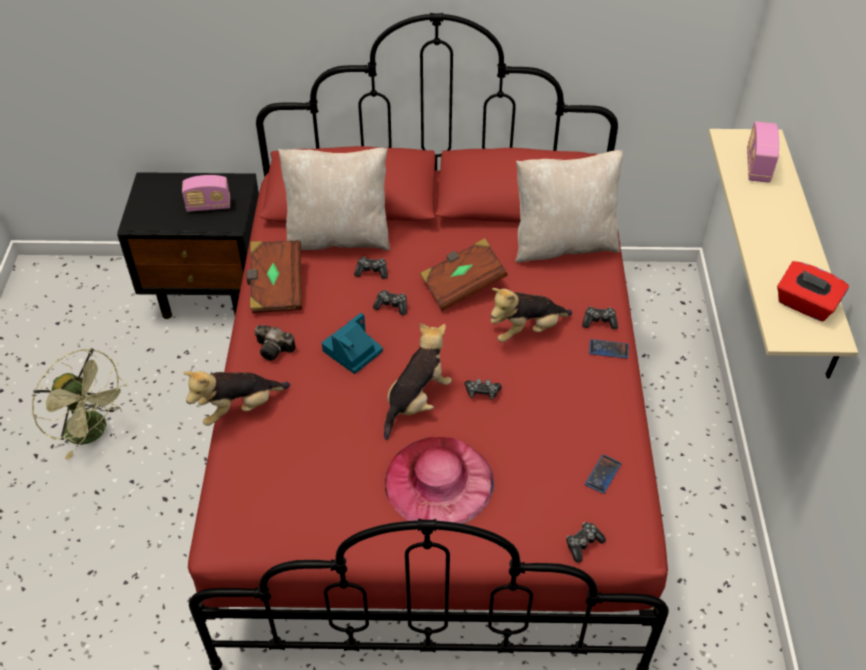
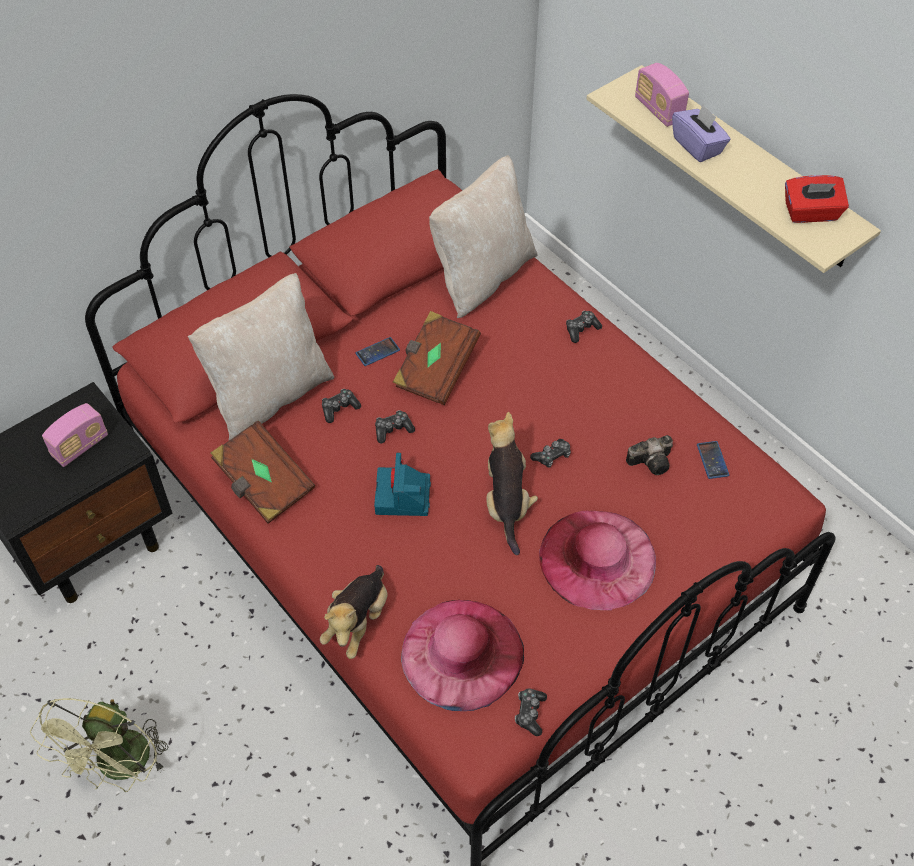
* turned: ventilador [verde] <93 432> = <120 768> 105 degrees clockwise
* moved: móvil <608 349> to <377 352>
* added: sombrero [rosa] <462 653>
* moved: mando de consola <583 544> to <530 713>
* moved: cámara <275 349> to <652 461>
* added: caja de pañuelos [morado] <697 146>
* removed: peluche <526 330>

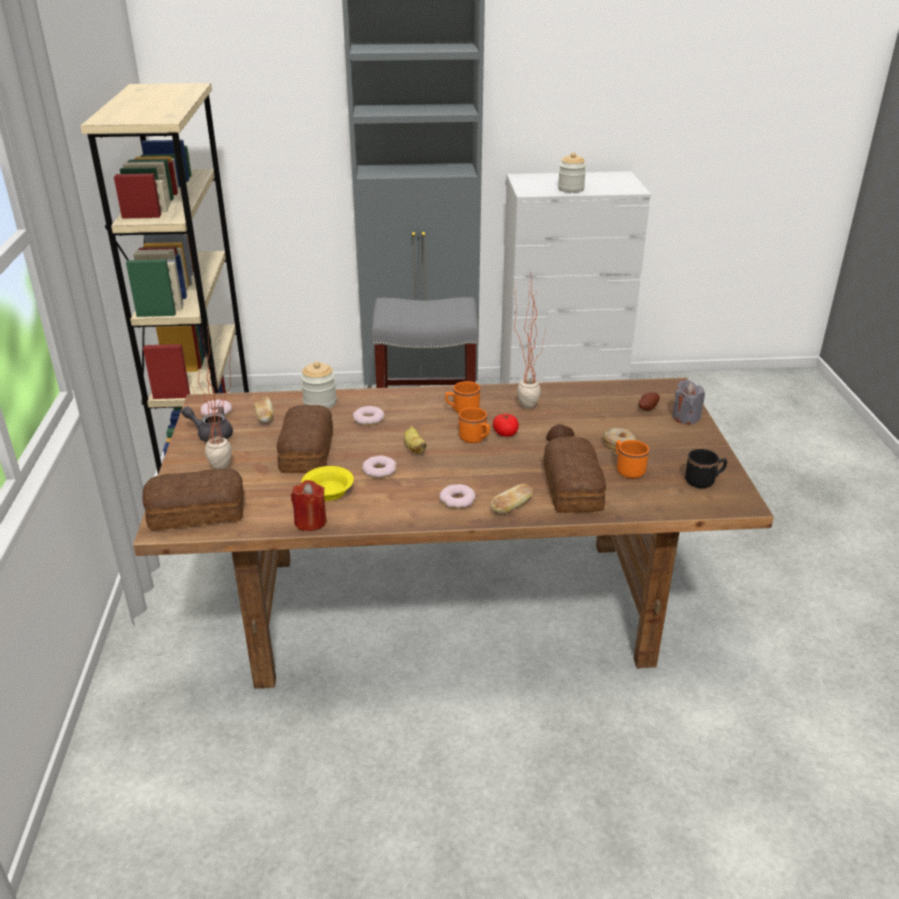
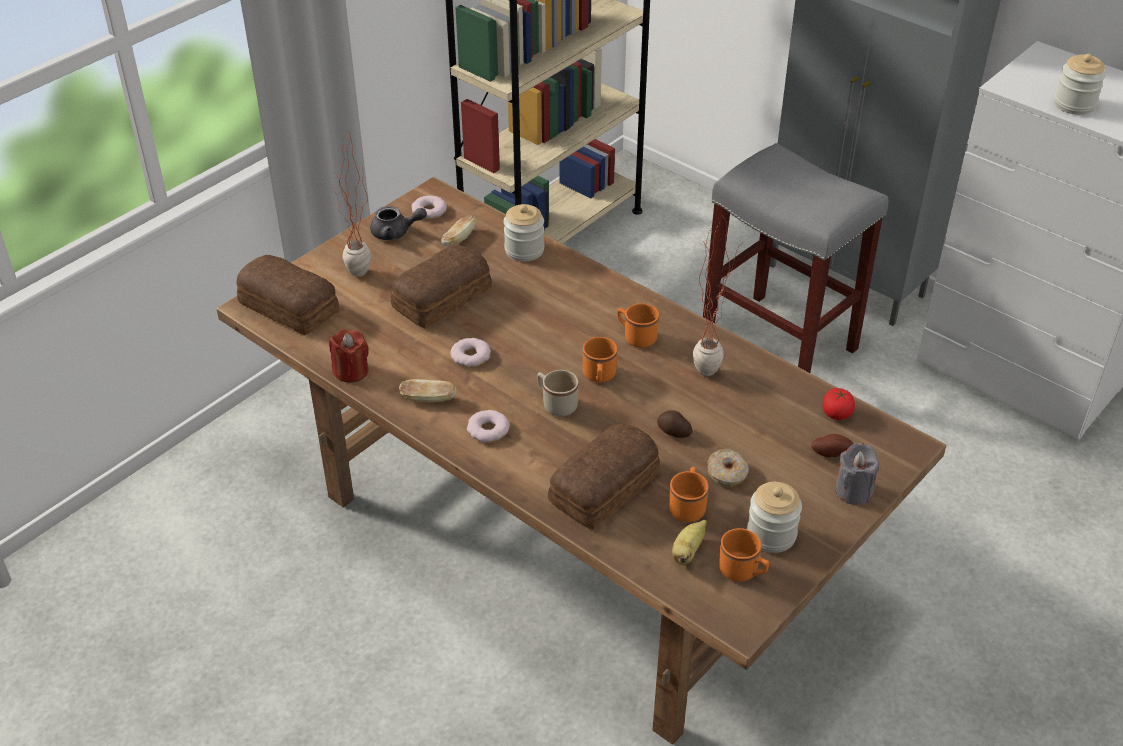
* turned: tetera [gris] <211 434> = <396 233> 120 degrees clockwise
* moved: pan <511 507> to <428 399>
* added: taza grande [beis] <556 404>
* moved: plátano <414 448> to <688 551>
* recoloured: taza grande [negro] <704 481> to taza grande [naranja] <743 572>
* added: tarro <771 535>
* moved: tomate <505 433> to <837 413>
* removed: cuenco [amarillo] <327 492>
* removed: rosquilla <368 419>

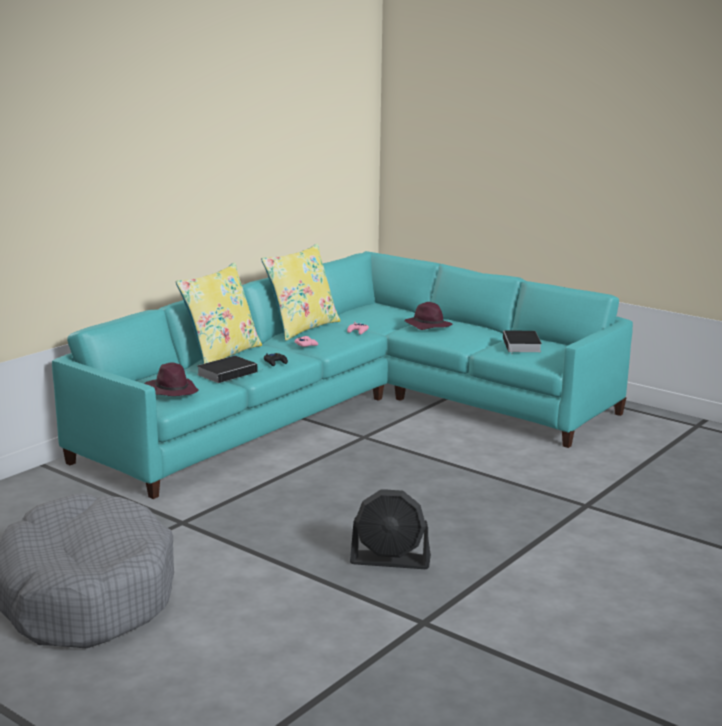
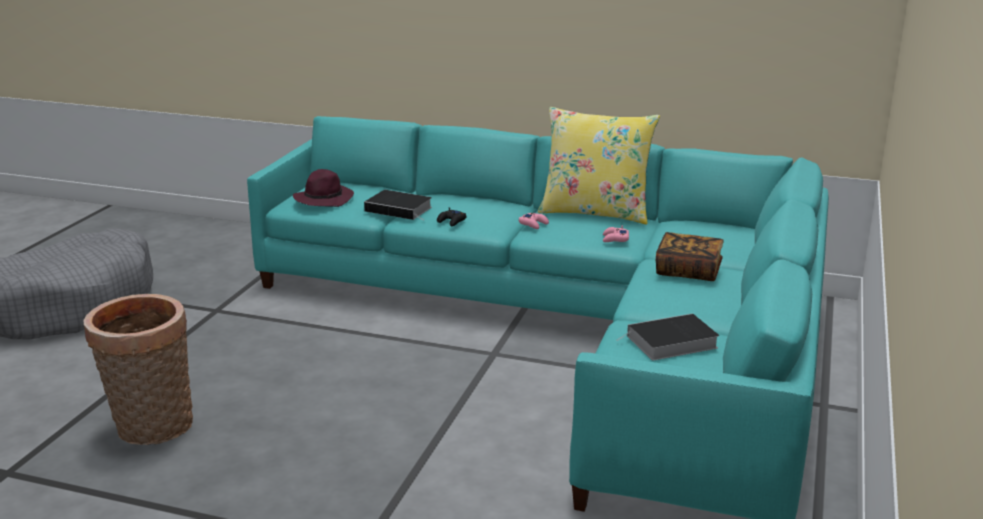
* replaced: ventilador [negro] <390 560> to cesta <152 429>
* replaced: sombrero [morado] <427 326> to libro <688 271>
* removed: cojín [amarillo] <221 355>

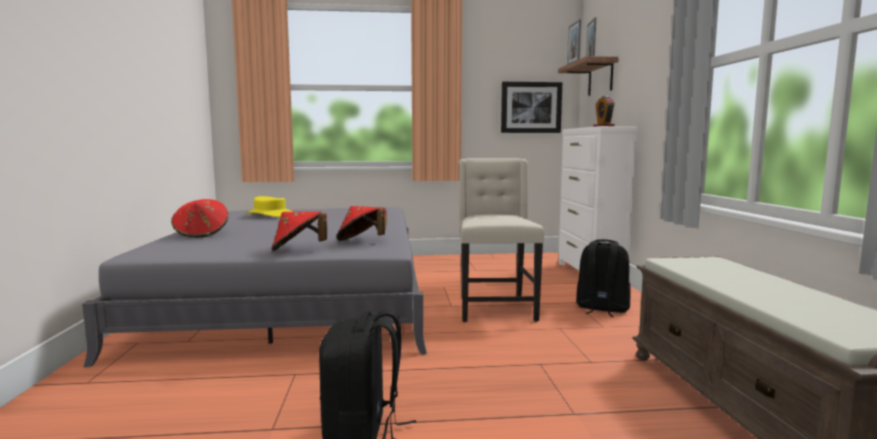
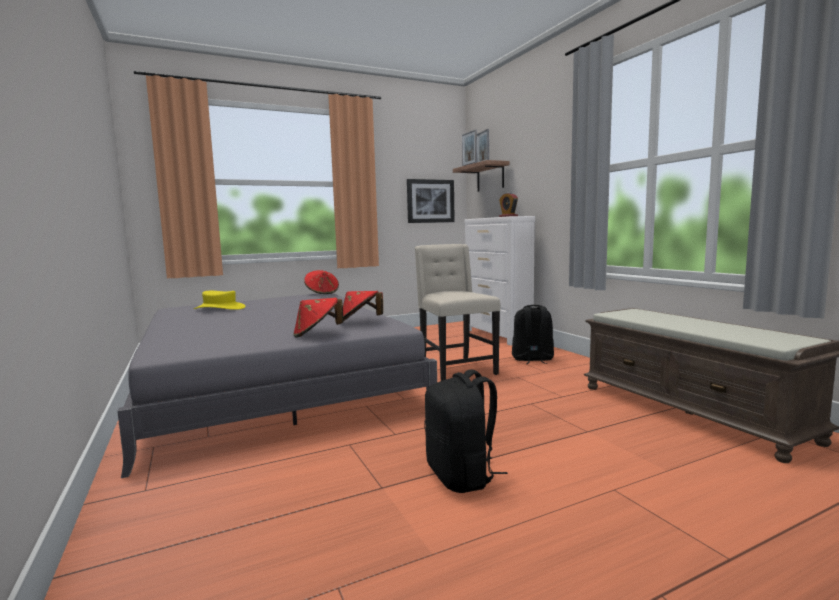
* moved: sombrero [rojo] <202 234> to <322 292>

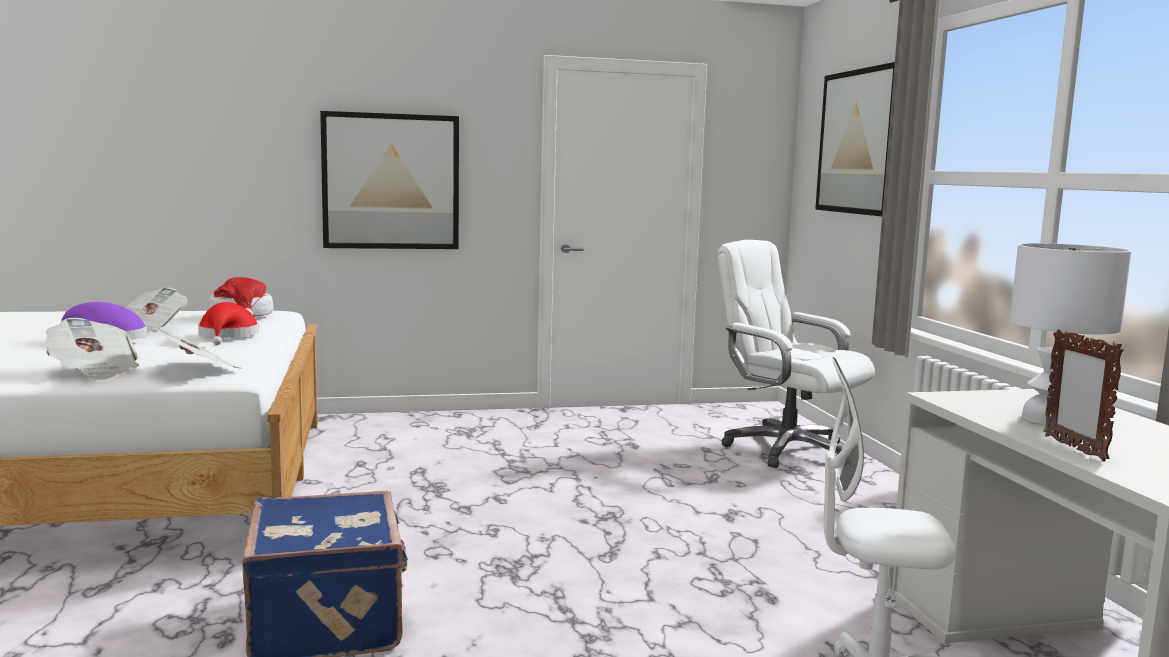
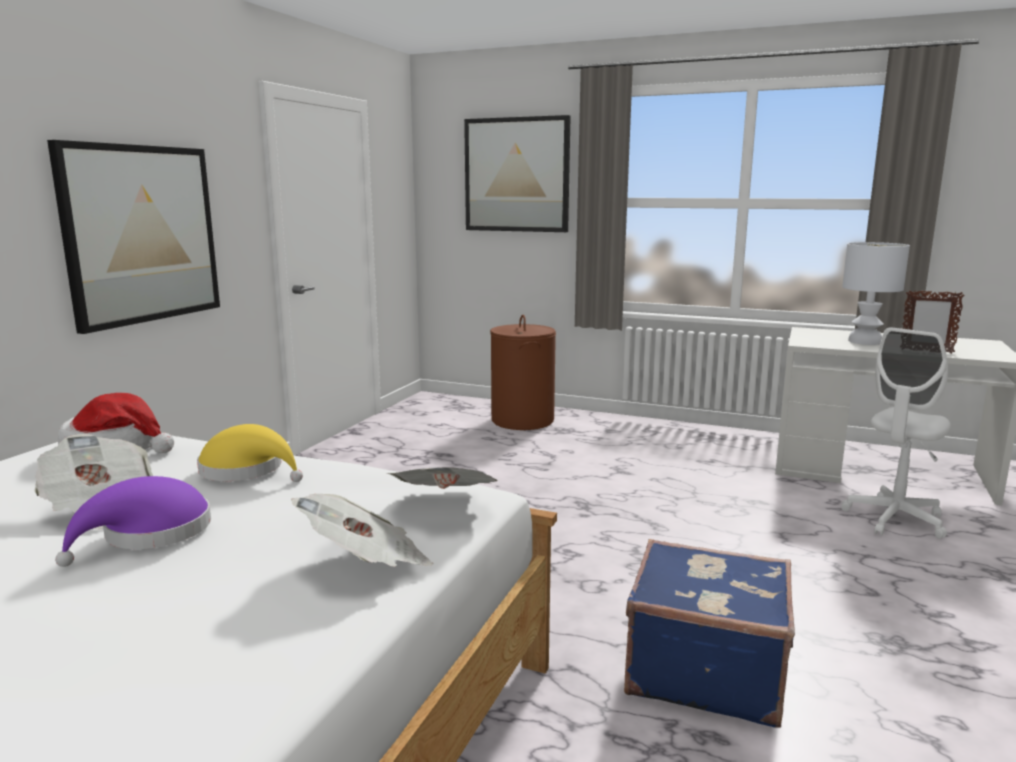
* recoloured: sombrero [rojo] <228 336> to sombrero [amarillo] <247 470>
* replaced: silla de oficina [blanco] <786 450> to cesto de la ropa [marrón] <522 420>

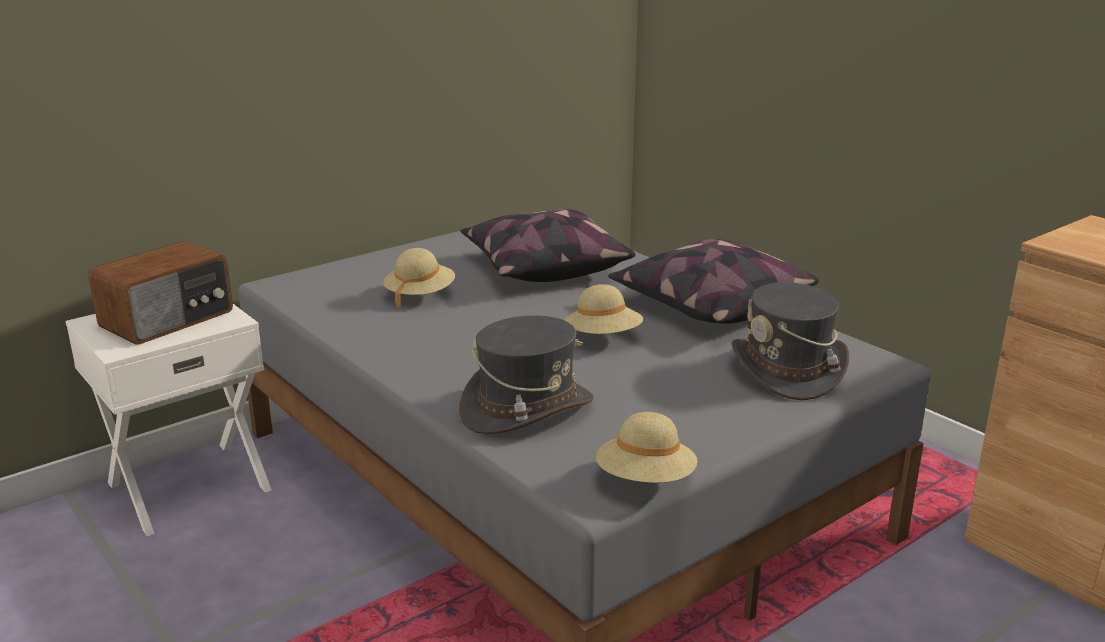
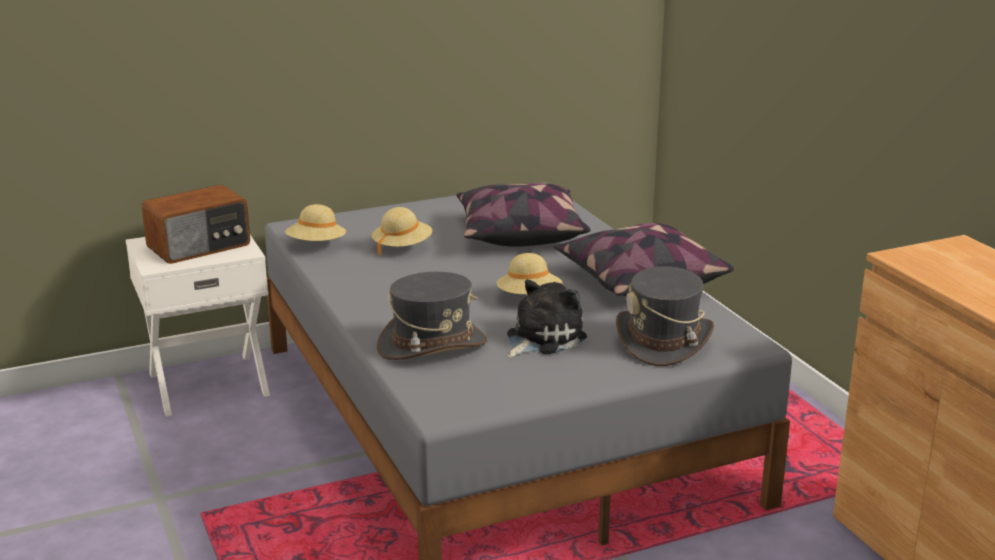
* moved: sombrero [beis] <645 480> to <316 245>
* added: peluche <541 338>

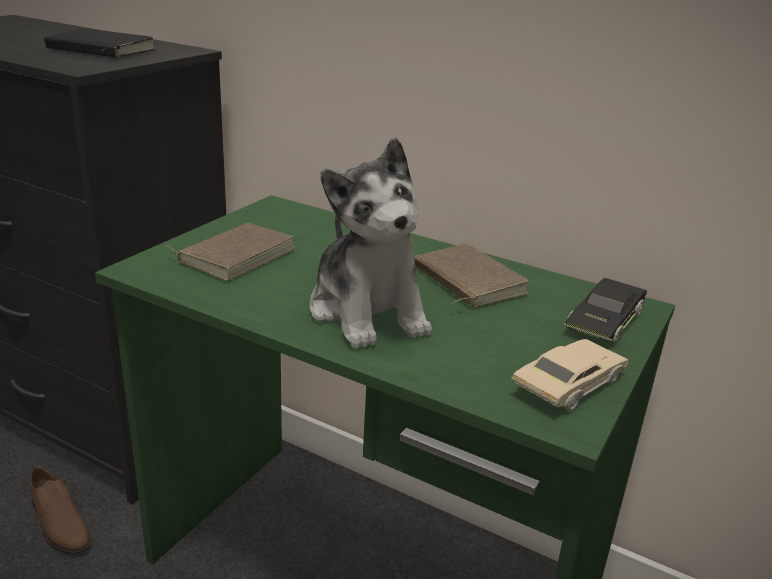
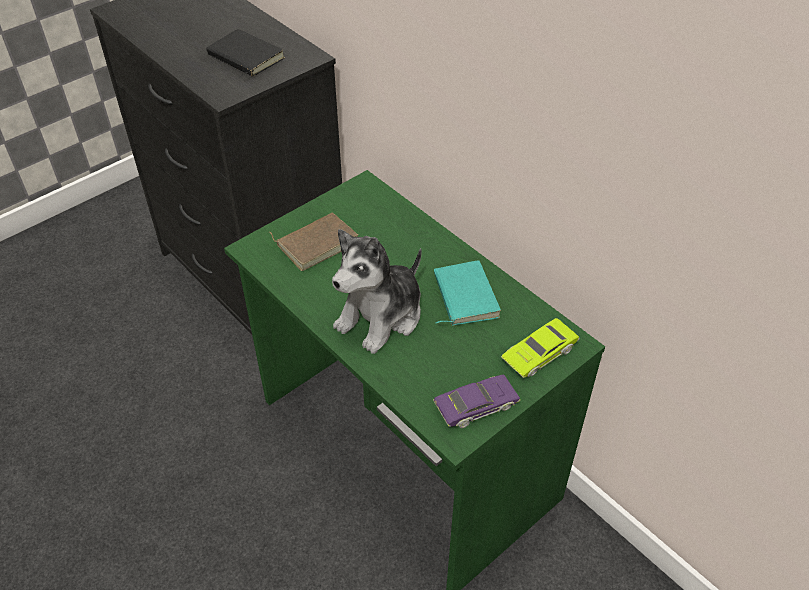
* turned: peluche <368 311> = <381 316> 45 degrees clockwise
* recoloured: coche de juguete [beis] <568 383> to coche de juguete [morado] <476 405>
* recoloured: libro [marrón] <465 281> to libro [turquesa] <463 296>
* recoloured: coche de juguete [negro] <604 320> to coche de juguete [verde] <539 353>
* removed: zapato [marrón] <58 523>

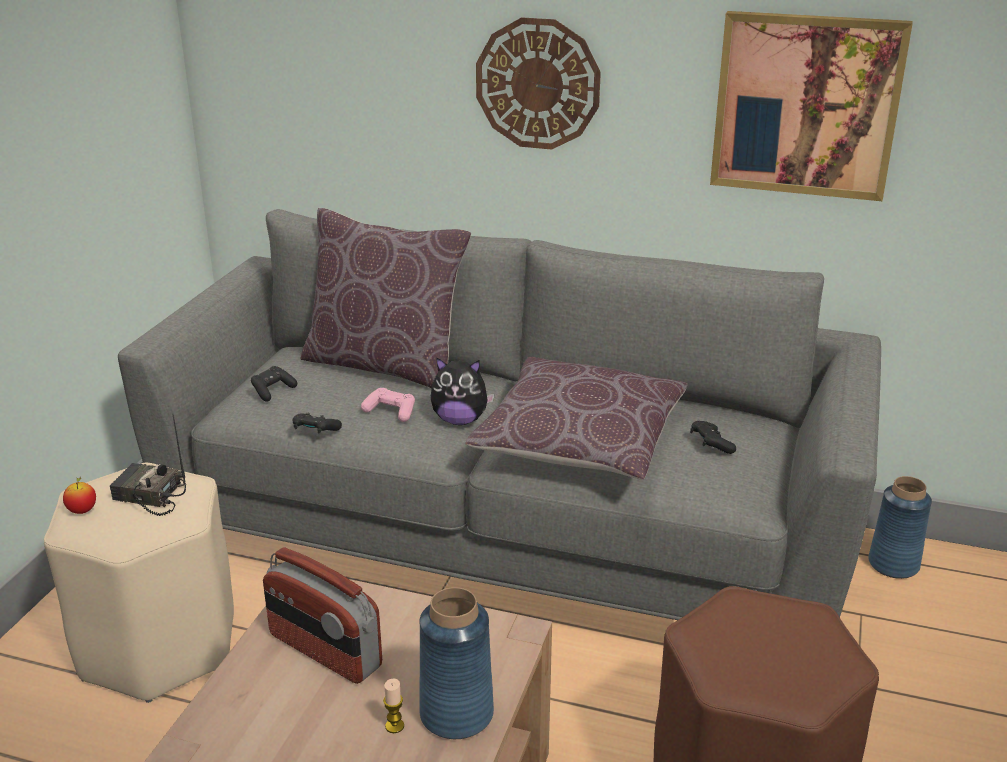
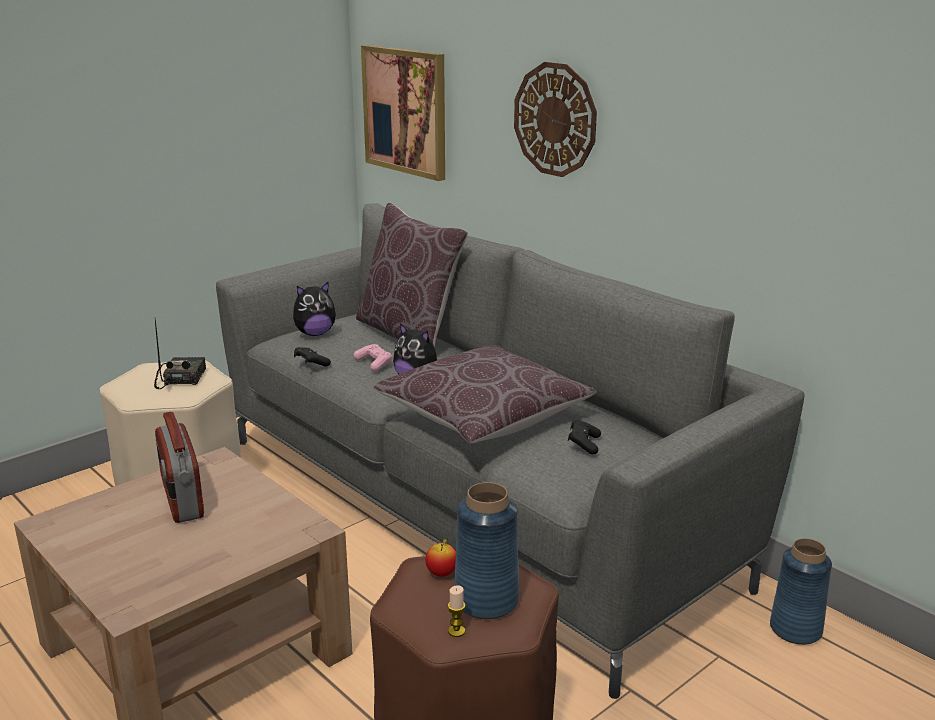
* turned: radio <149 496> = <180 378> 45 degrees clockwise
* replaced: mando de consola [negro] <272 391> to peluche <315 333>
* moved: cuadro <806 105> to <405 111>
* moved: manzana <82 511> to <442 573>
* moved: vela <394 726> to <456 631>
* moved: florero [azul] <457 714> to <486 601>

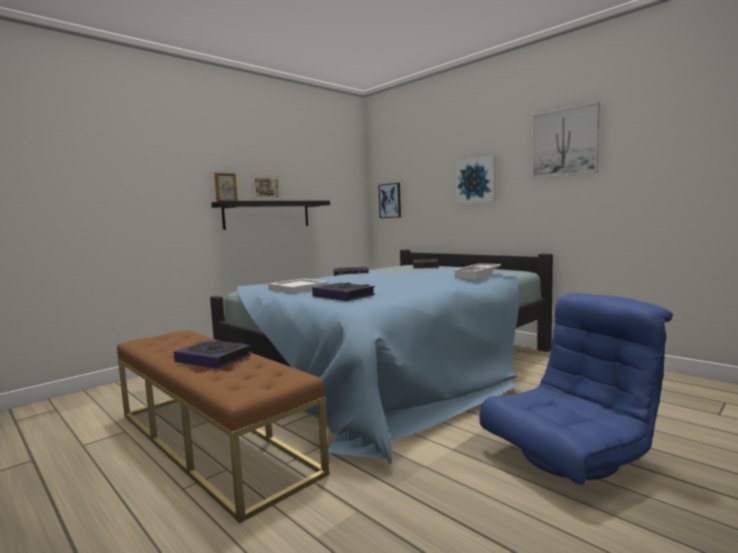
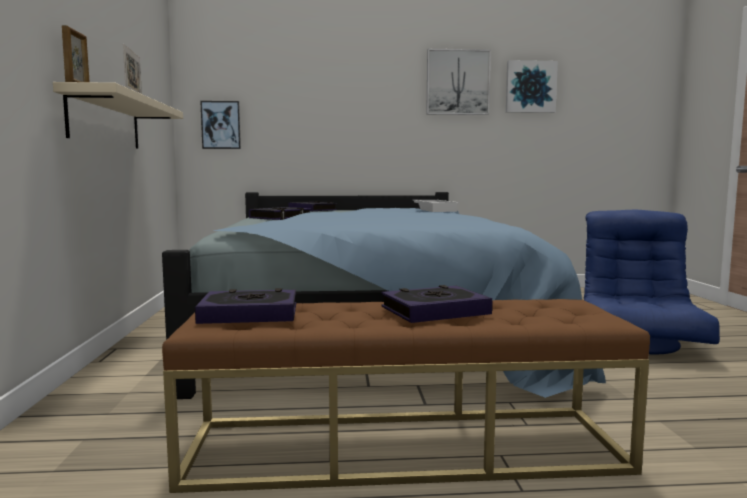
* recoloured: estante [negro] <267 214> to estante [beis] <105 121>
* moved: libro <343 296> to <249 314>
* moved: cuadro <476 180> to <530 87>
* removed: bandeja [blanco] <297 288>

